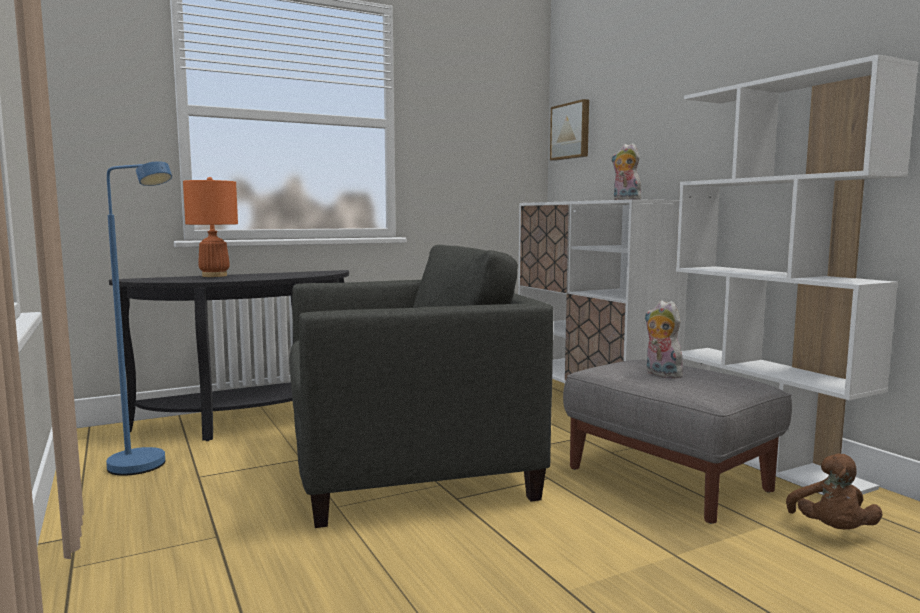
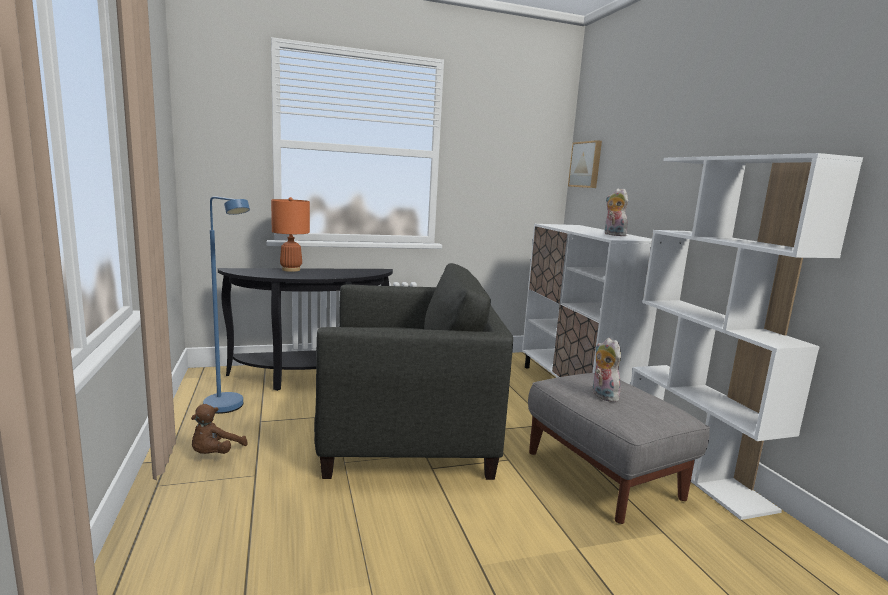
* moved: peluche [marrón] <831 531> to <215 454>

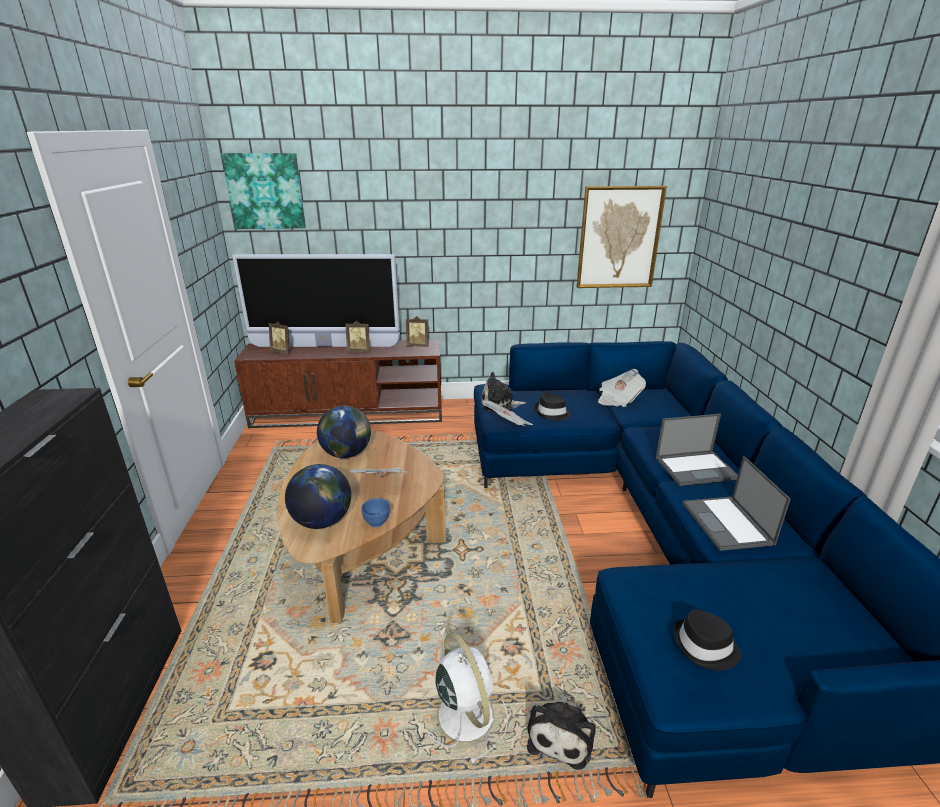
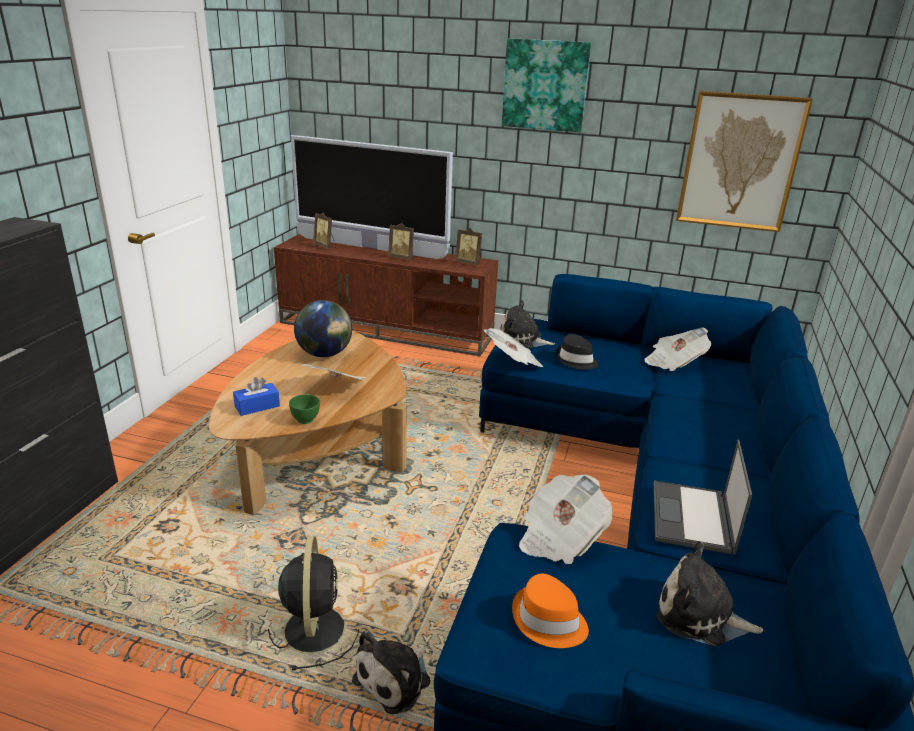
* replaced: globo terráqueo <322 521> to caja de pañuelos [azul] <257 406>
* recoloured: ventilador [blanco] <464 713> to ventilador [negro] <314 627>
* recoloured: cuenco [azul] <377 522> to cuenco [verde] <306 420>
* moved: cuadro <265 191> to <545 85>
* recoloured: sombrero [negro] <705 647> to sombrero [naranja] <548 621>
* added: periódico <560 537>
* added: peluche <700 615>
* removed: portátil <696 468>

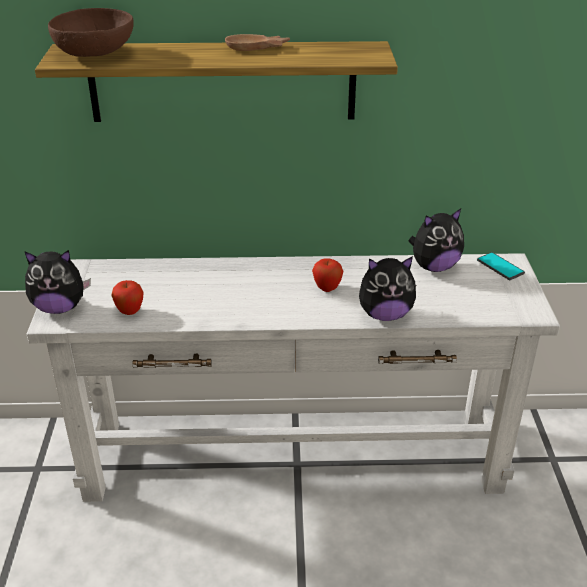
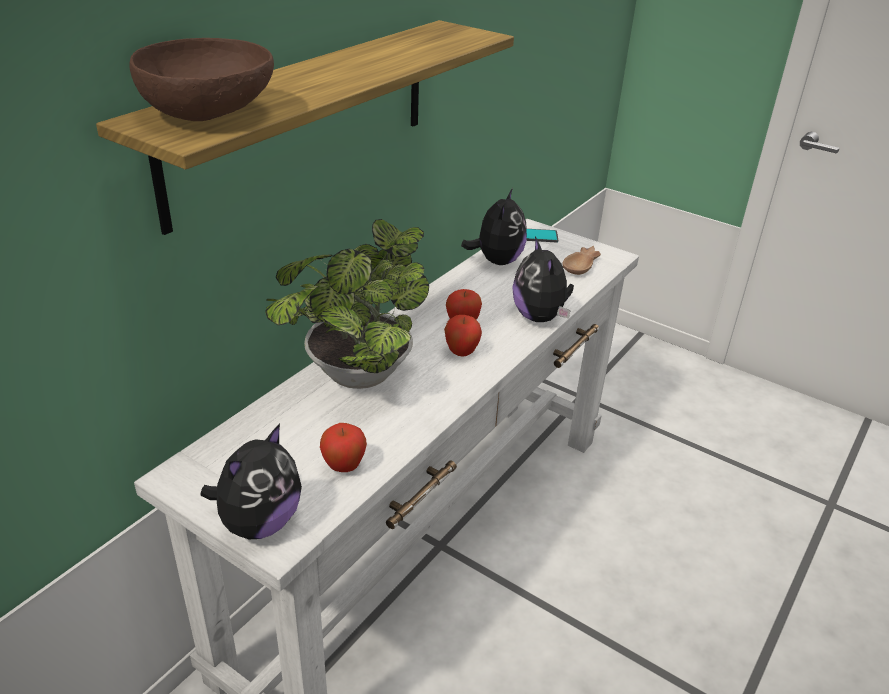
* added: planta en maceta <354 378>
* added: manzana <461 353>
* turned: peluche <385 315> = <540 317> 135 degrees clockwise
* moved: cuenco [marrón] <257 48> to <582 265>

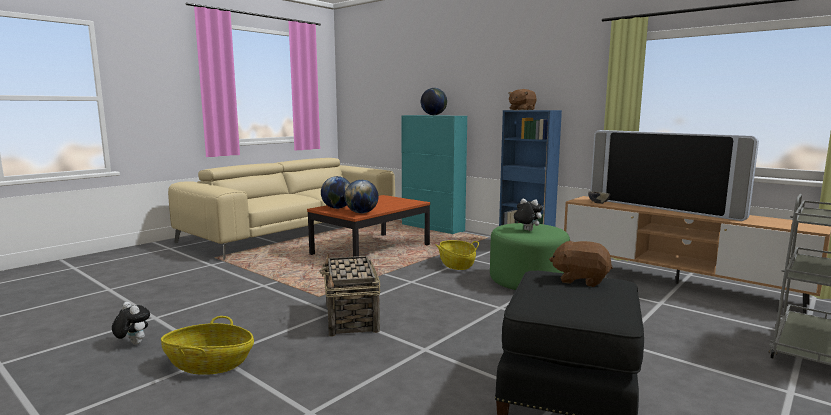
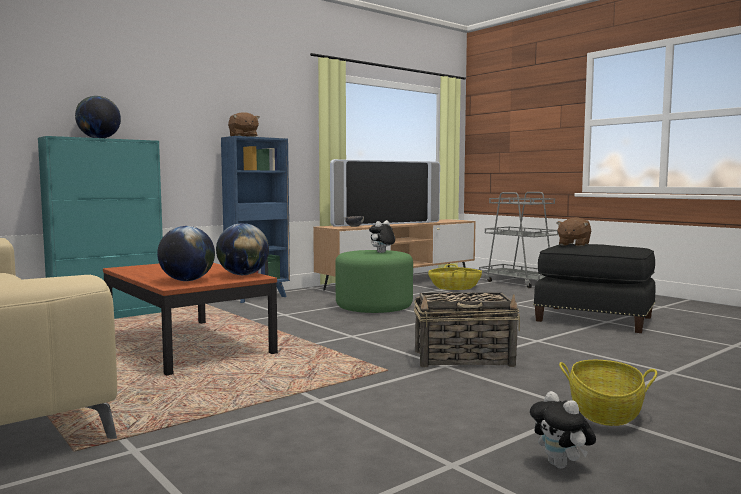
* moved: cesta <456 264> to <454 288>
* turned: peluche <133 343> = <561 465> 75 degrees counterclockwise

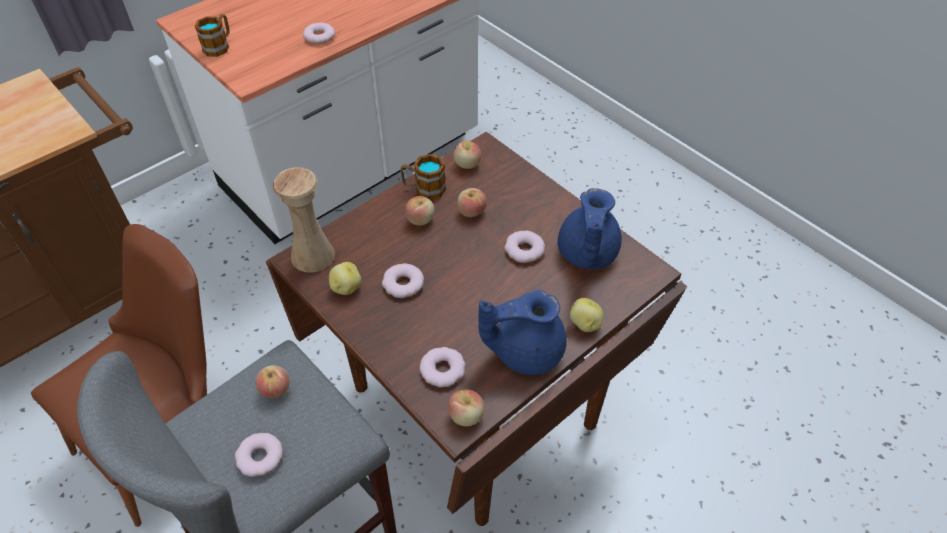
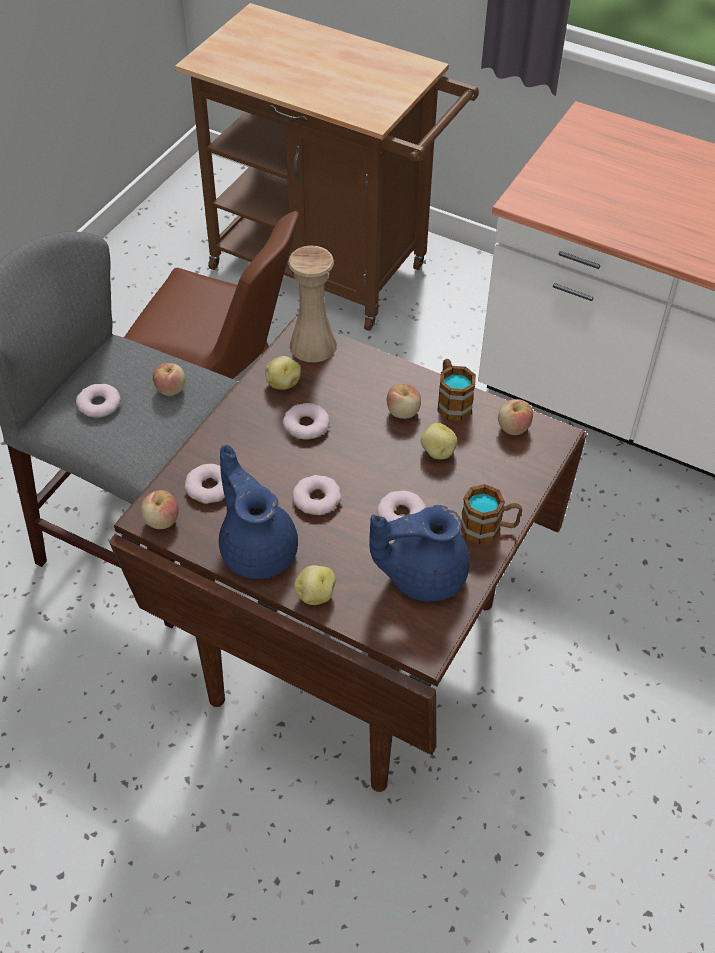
* moved: rosquilla <319 36> to <317 498>
* replaced: manzana <471 212> to patata <437 452>
* moved: taza grande <219 46> to <489 528>

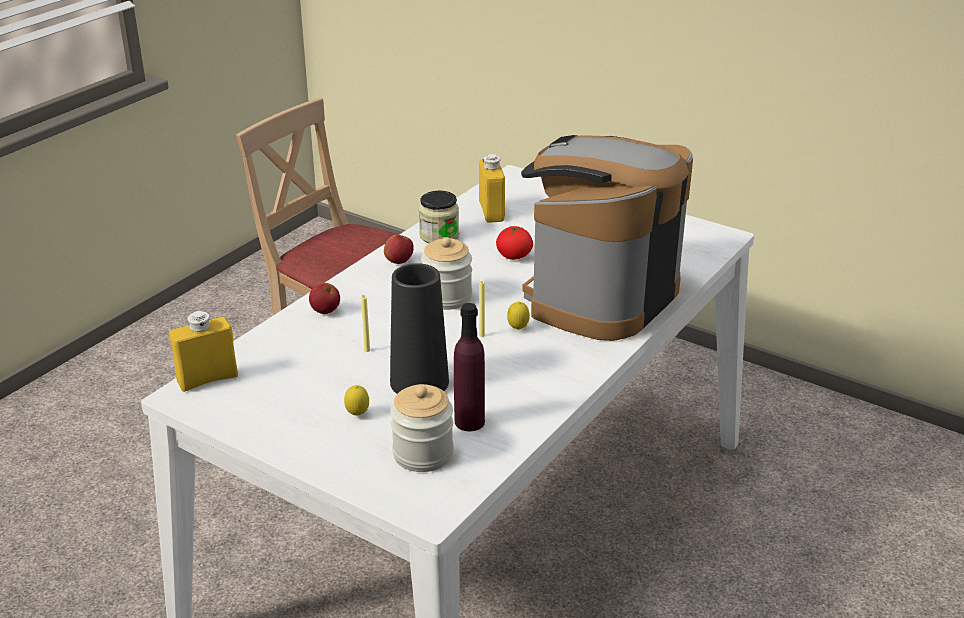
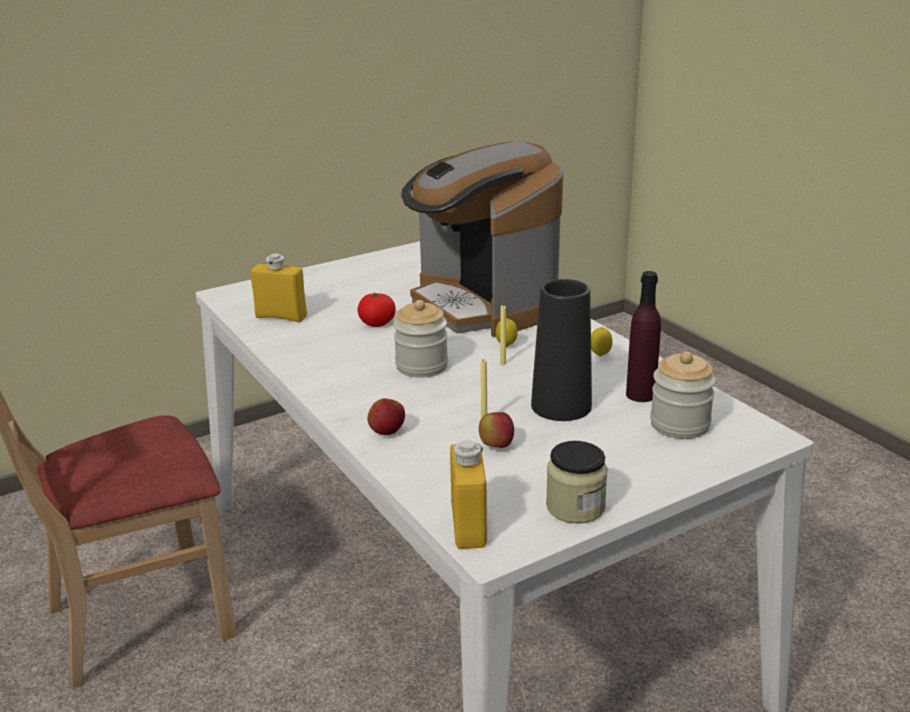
* moved: manzana <399 261> to <496 446>
* moved: tarro <439 236> to <575 507>
* moved: limón <357 415> to <600 356>

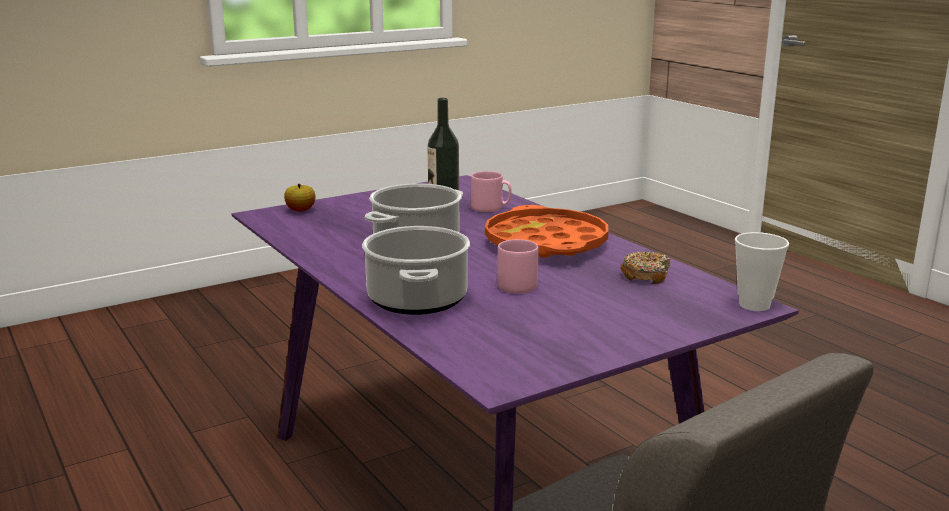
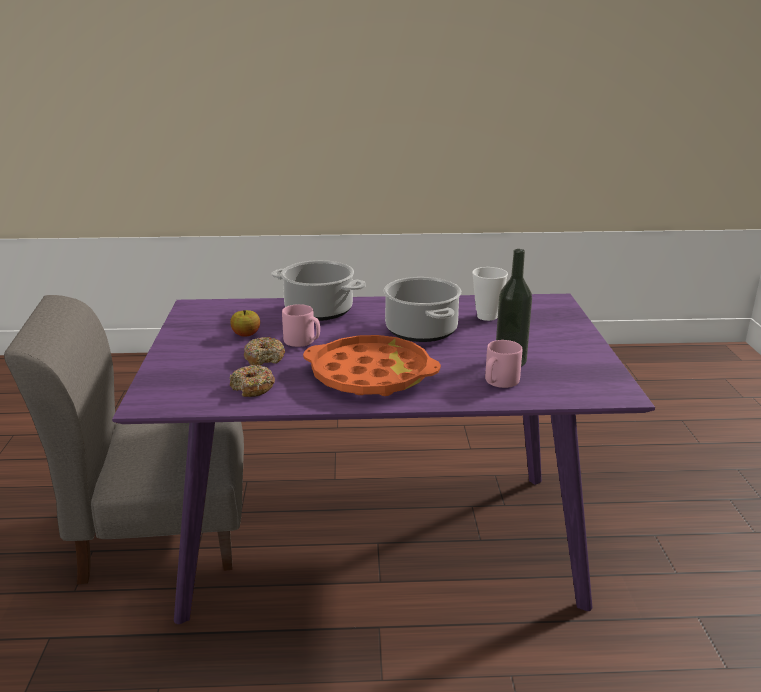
* moved: manzana <300 210> to <246 335>
* added: rosquilla <264 358>
* moved: taza <754 305> to <487 316>

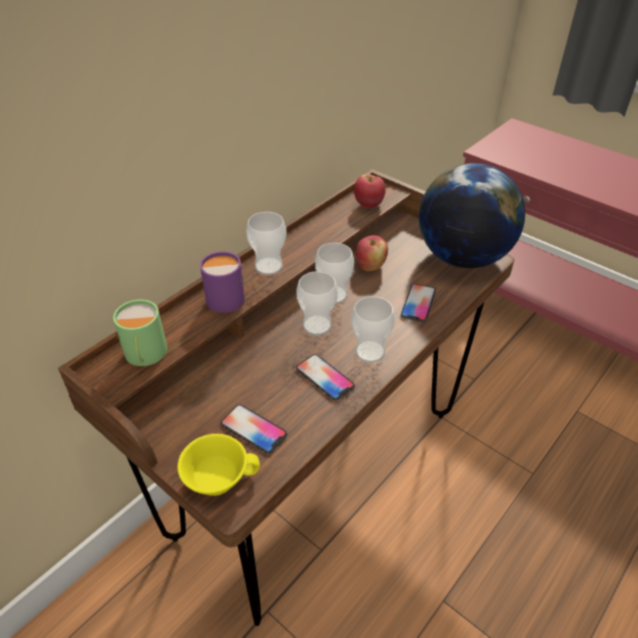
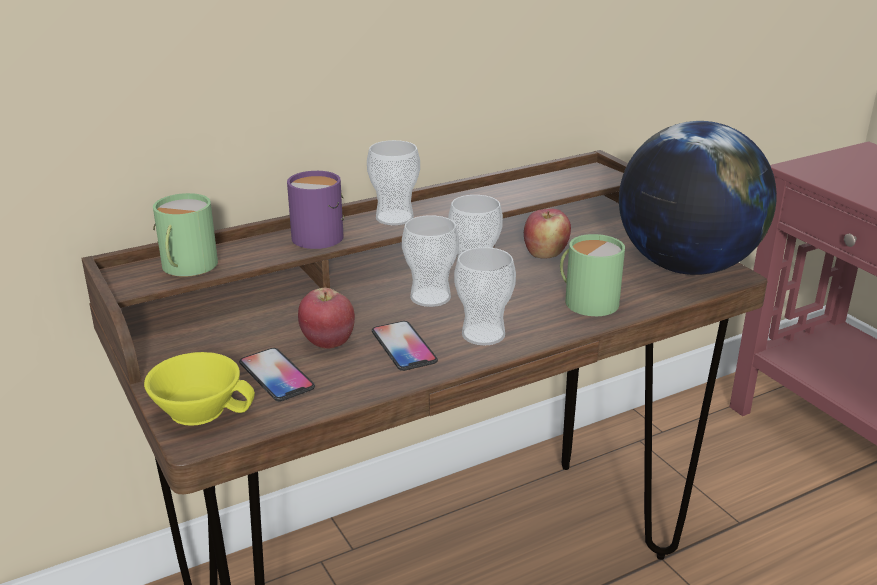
* moved: manzana <369 204> to <328 342>
* replaced: móvil <418 303> to taza grande [verde] <586 300>

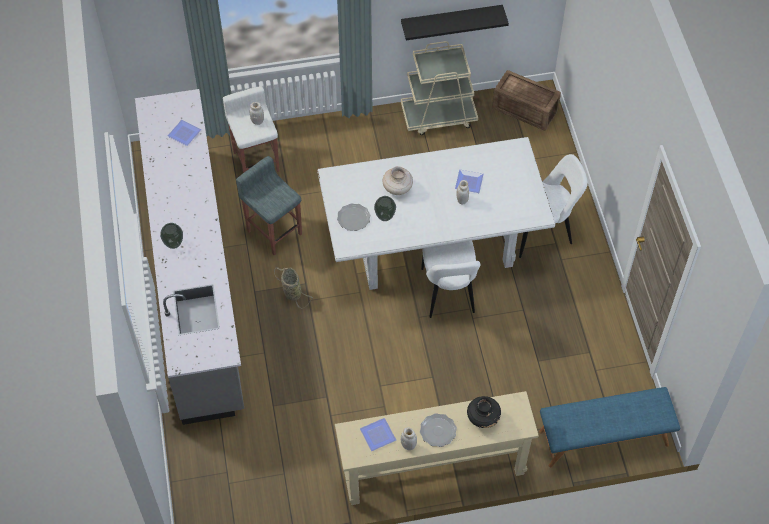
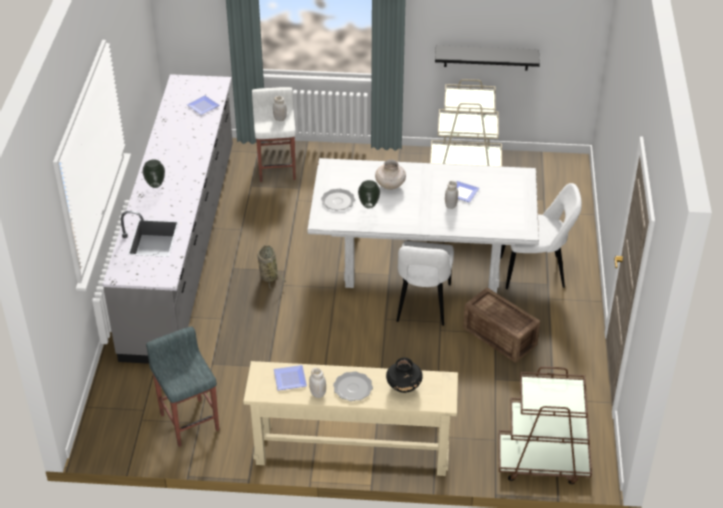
* moved: taburete [gris] <274 231> to <189 421>
* moved: caja de embalaje <525 110> to <500 337>
* replaced: banco [azul] <604 439> to carrito [marrón] <542 462>

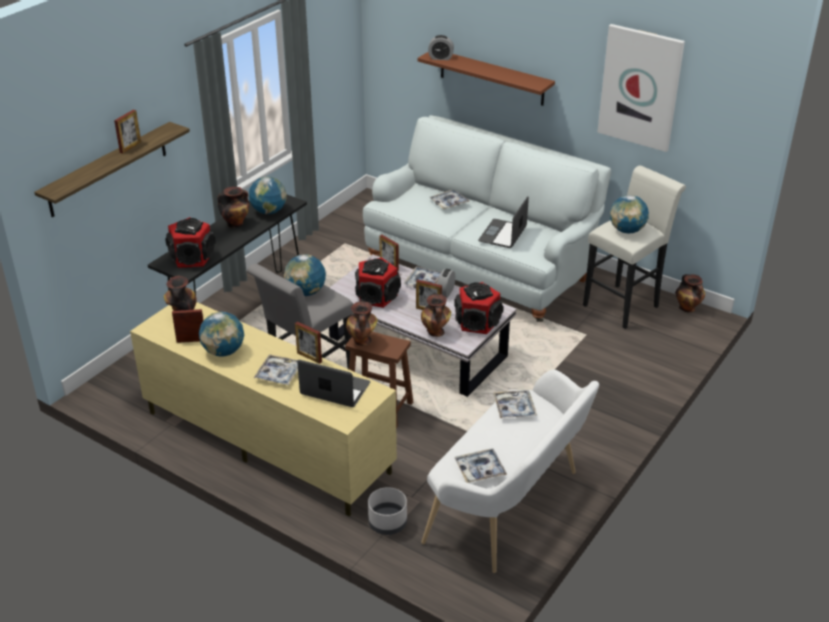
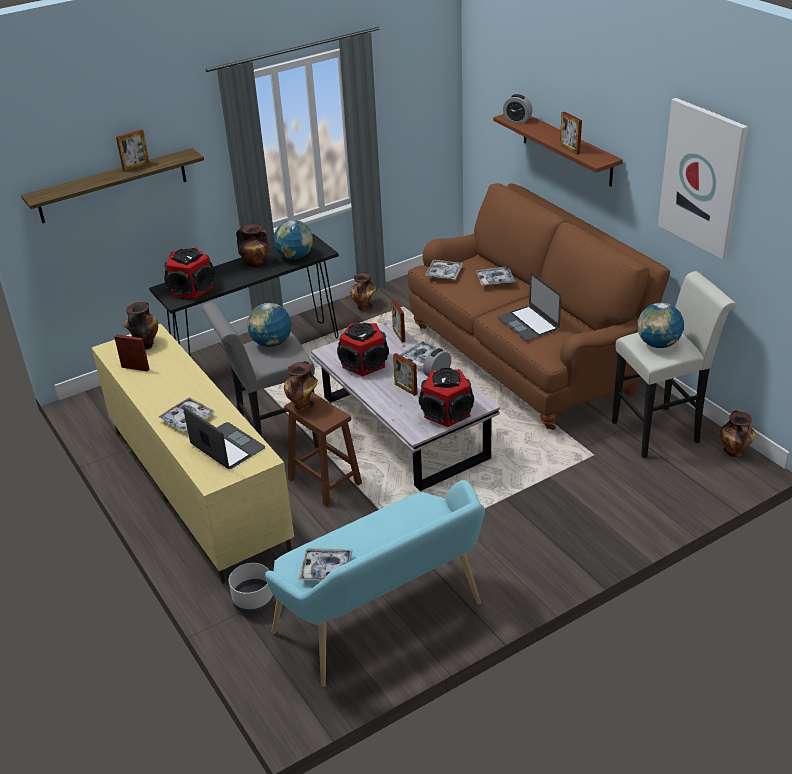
* recoloured: banco [blanco] <509 508> to banco [turquesa] <385 622>
* moved: florero <435 332> to <364 306>
* recoloured: sofá [blanco] <481 266> to sofá [marrón] <527 357>
* moved: bandeja <514 408> to <444 273>
* turned: portátil <503 234> = <528 323> 75 degrees counterclockwise
* moved: portarretratos <309 357> to <569 149>
* removed: globo terráqueo <224 351>

